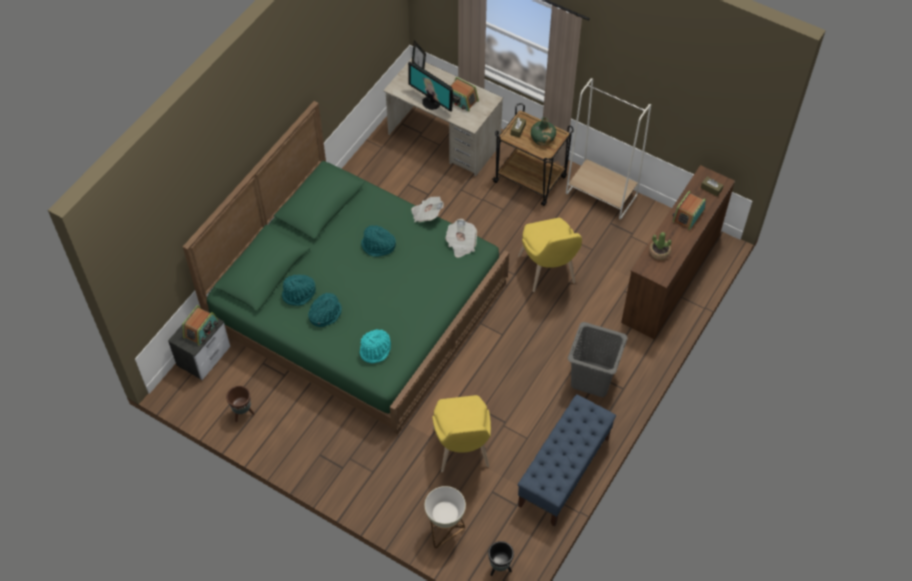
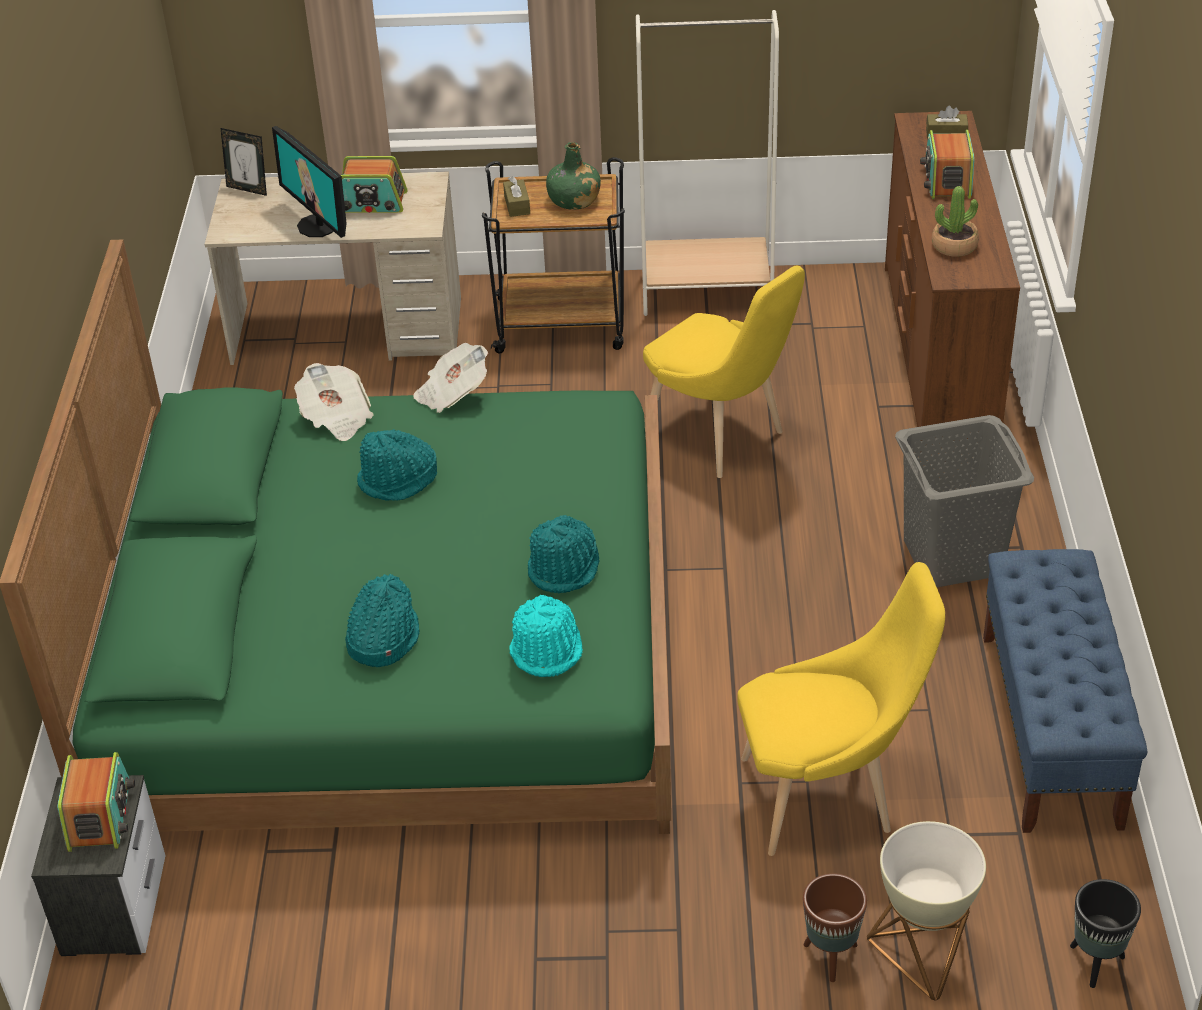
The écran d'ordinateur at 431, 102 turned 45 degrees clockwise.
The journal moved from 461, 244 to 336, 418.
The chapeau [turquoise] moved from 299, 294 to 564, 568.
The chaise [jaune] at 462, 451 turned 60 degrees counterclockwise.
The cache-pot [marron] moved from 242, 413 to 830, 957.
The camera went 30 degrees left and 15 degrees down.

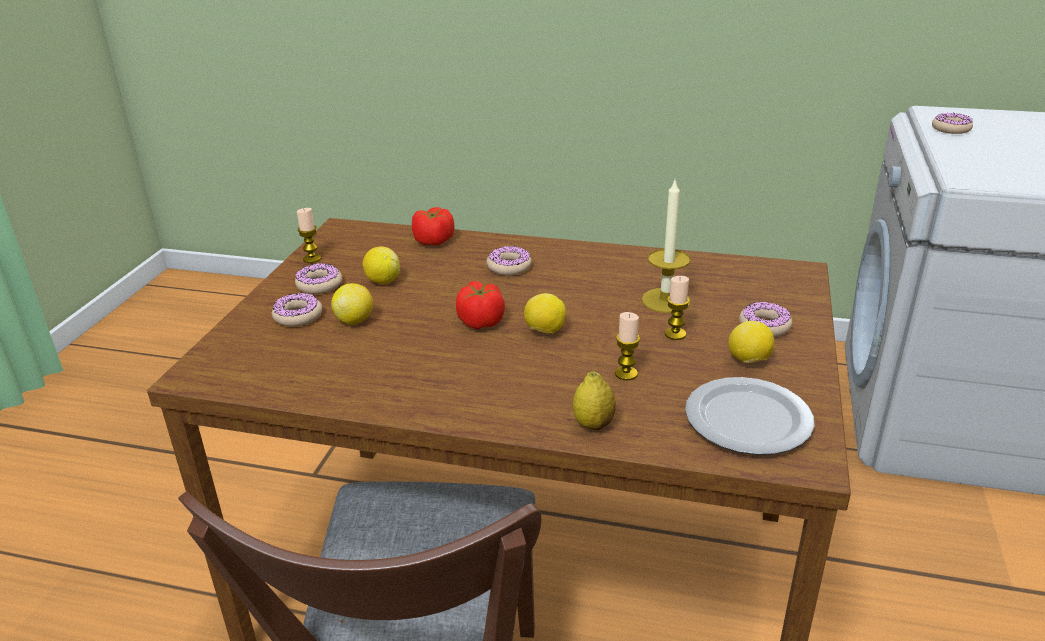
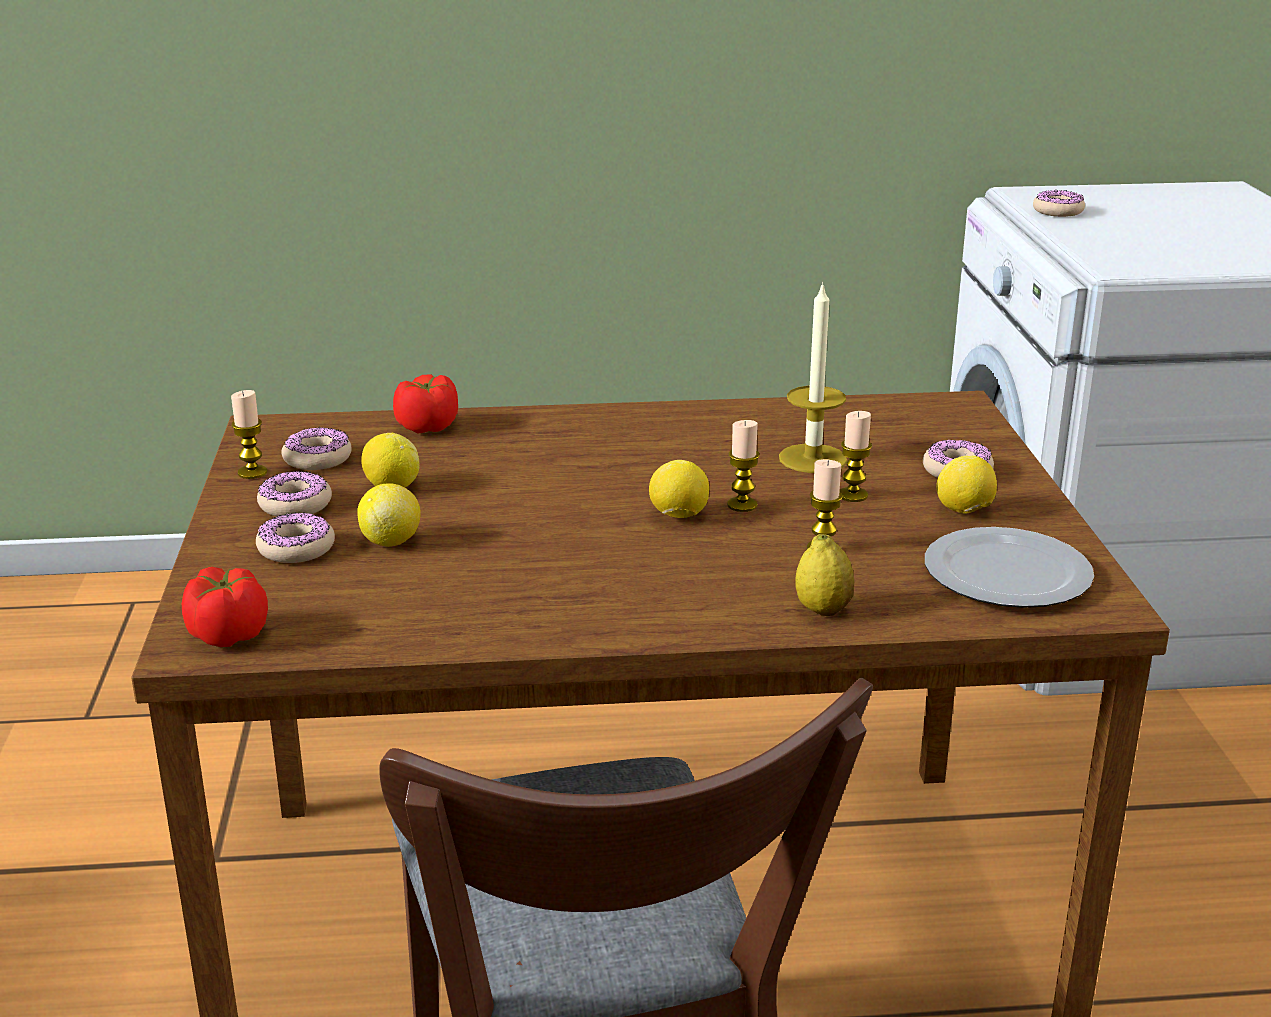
The tomate moved from 481, 321 to 228, 635.
The beignet moved from 509, 267 to 317, 459.
The bougie at 742, 505 appeared.
The camera went 20 degrees left and 5 degrees down.

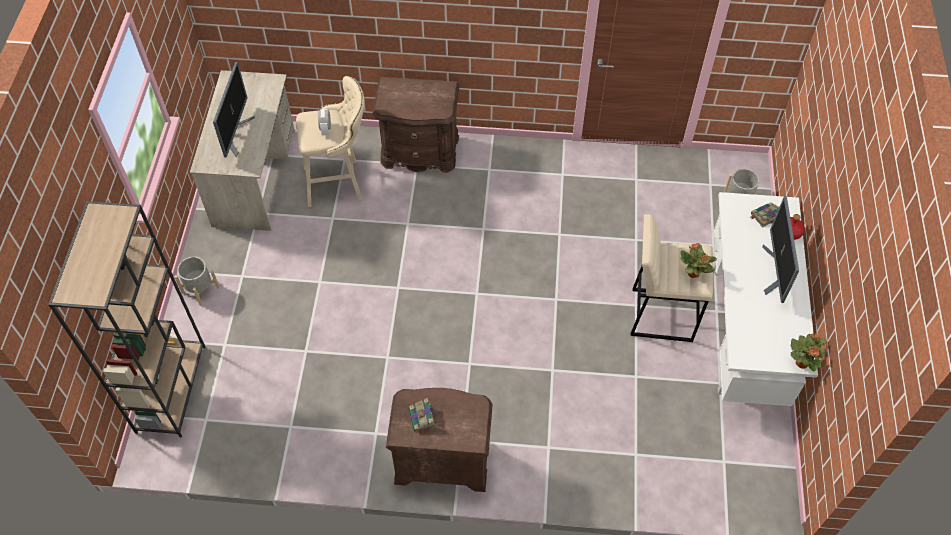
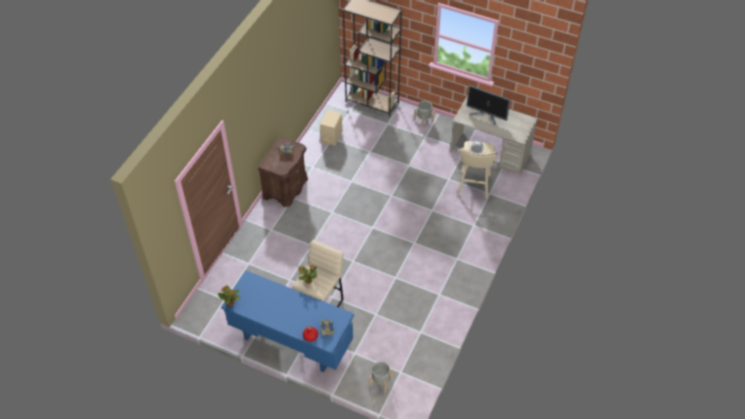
The bureau [blanc] at 743, 331 became the bureau [bleu] at 291, 342.
The enceinte [beige] at 331, 136 appeared.
The table de chevet [marron] at 420, 153 disappeared.
The écran d'ordinateur at 776, 272 disappeared.
The camera went 110 degrees right and 5 degrees down.

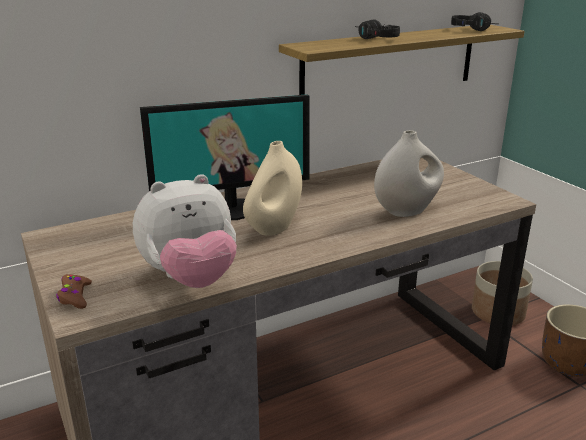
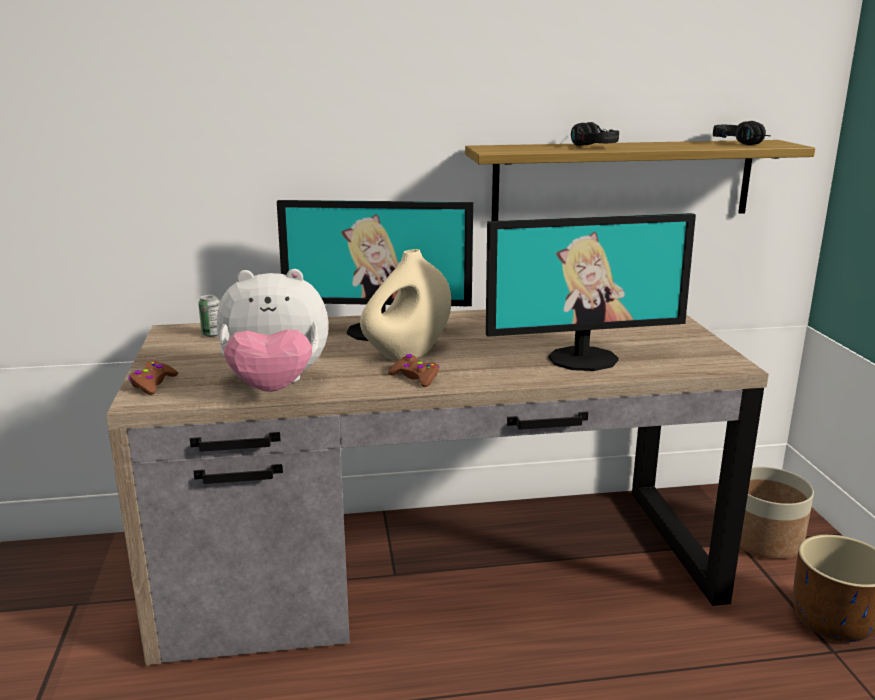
The boîte métallique at 212, 334 appeared.
The manette [marron] at 415, 377 appeared.
The vase [blanc] at 406, 210 was replaced by the écran d'ordinateur at 582, 358.
The camera went 20 degrees right and 5 degrees down.

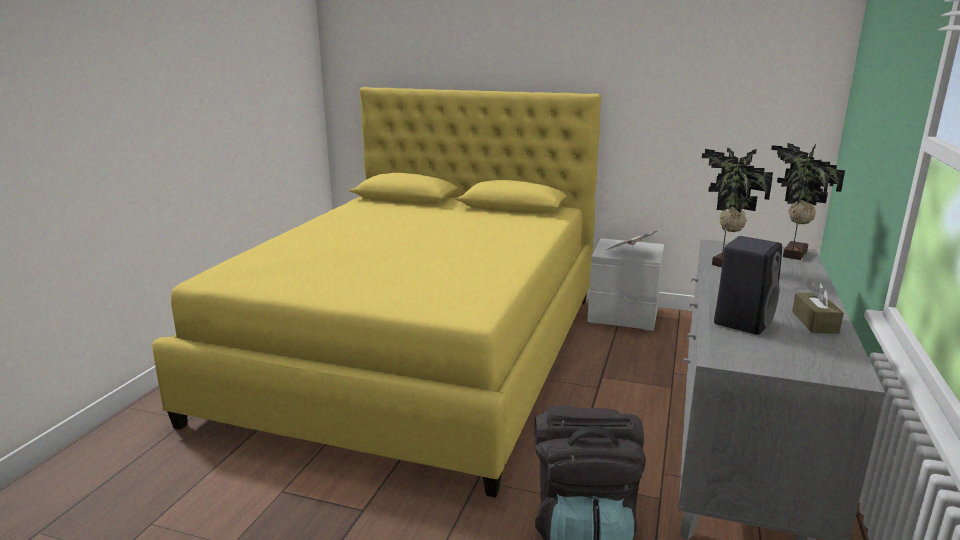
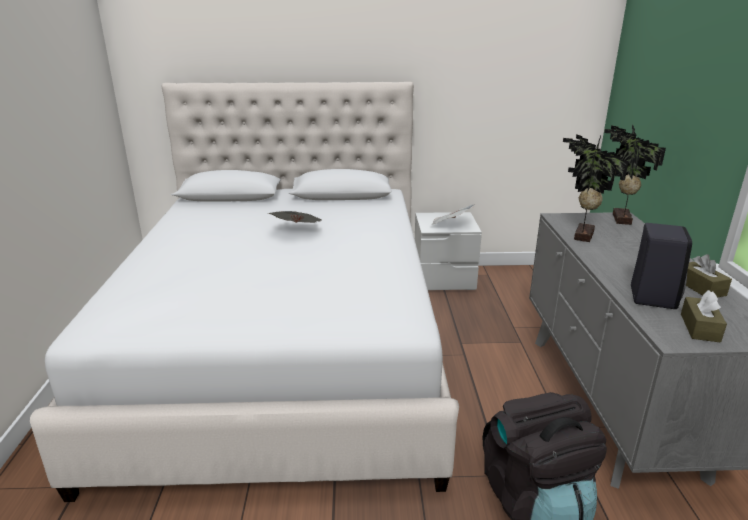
The lit [jaune] at 418, 353 became the lit [blanc] at 285, 351.
The journal at 298, 231 appeared.
The boîte à mouchoirs [marron] at 700, 328 appeared.
The camera went 20 degrees left and 5 degrees up.

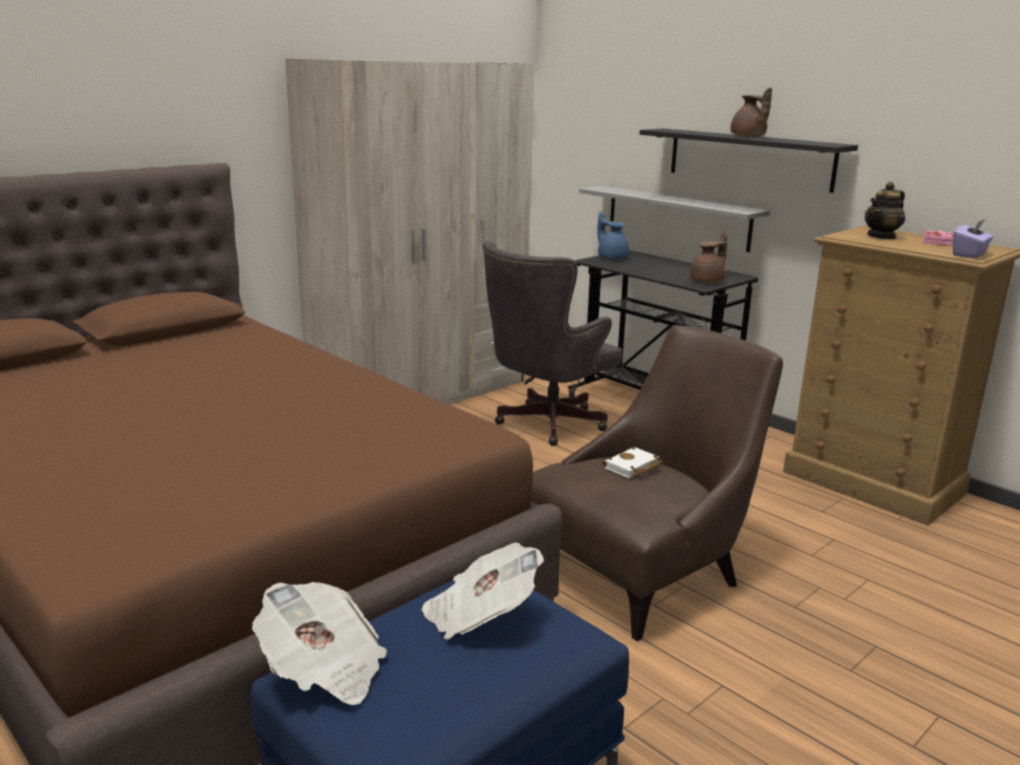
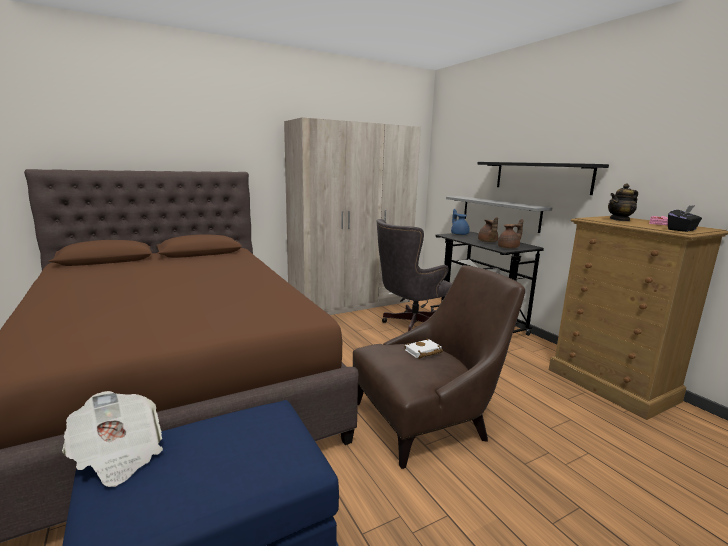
The théière [marron] moved from 748, 137 to 487, 242.
The boîte à mouchoirs [violet] at 969, 254 became the boîte à mouchoirs [noir] at 682, 230.
The journal at 480, 615 disappeared.
The camera went 15 degrees right and 5 degrees down.

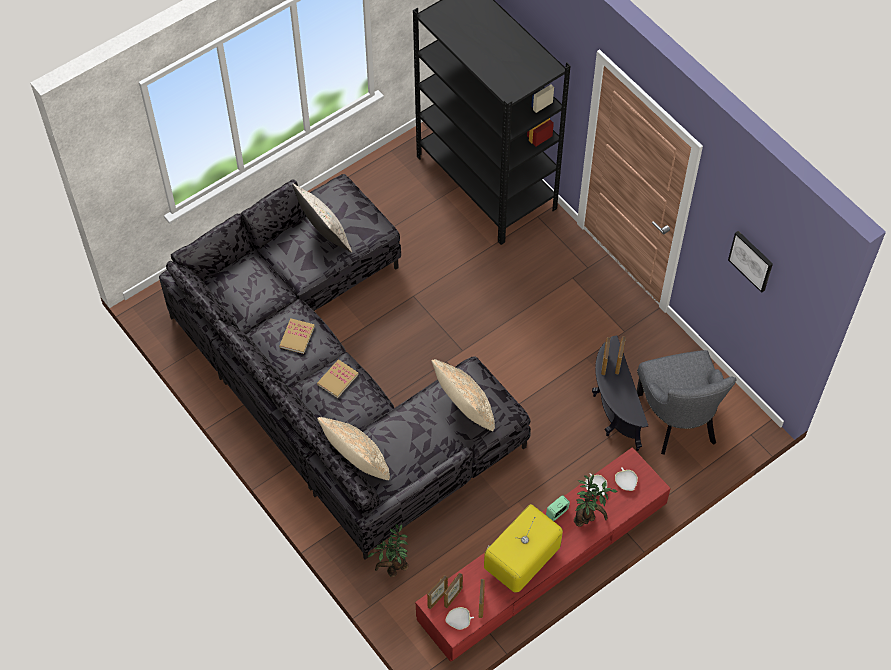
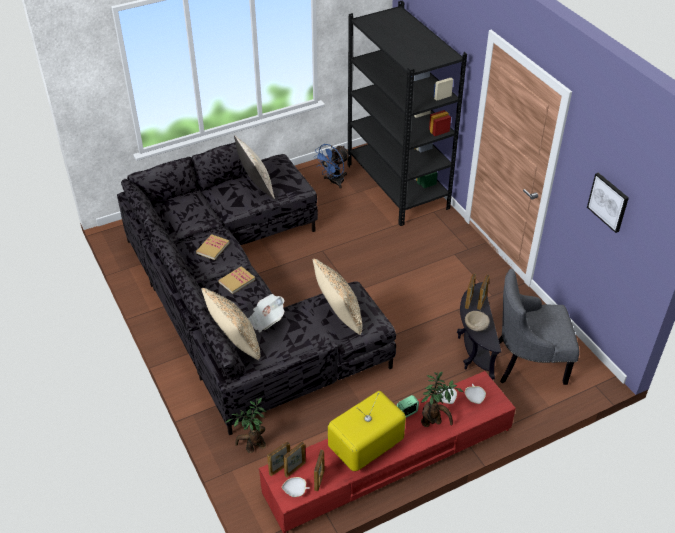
The journal at 265, 320 appeared.
The ventilateur [bleu] at 333, 182 appeared.
The bol [beige] at 476, 327 appeared.
The fauteuil [gris] at 677, 416 turned 90 degrees clockwise.
The camera went 10 degrees right and 15 degrees down.

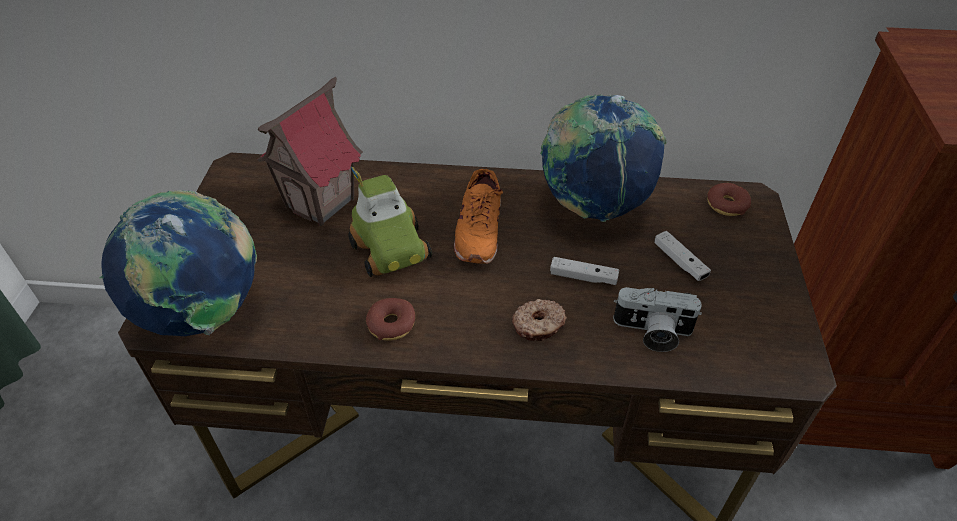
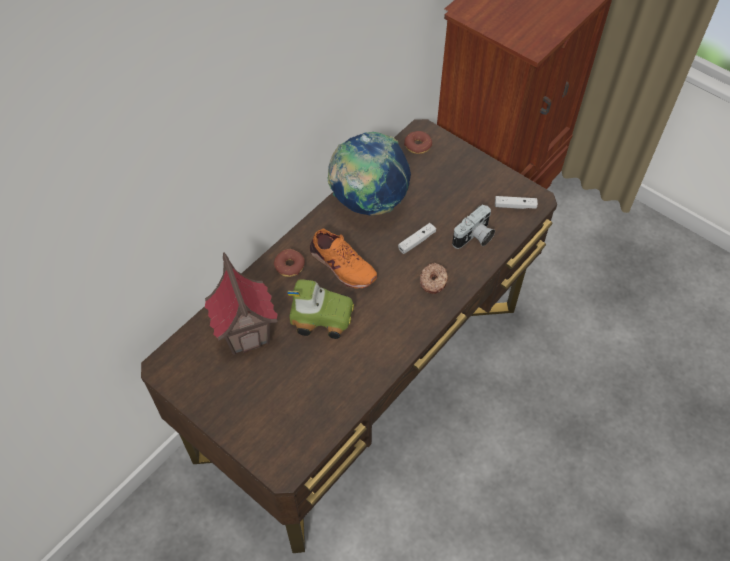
The beignet moved from 391, 324 to 289, 266.
The manette [blanc] moved from 680, 261 to 515, 206.
The globe at 204, 313 disappeared.
The camera went 55 degrees left and 10 degrees up.

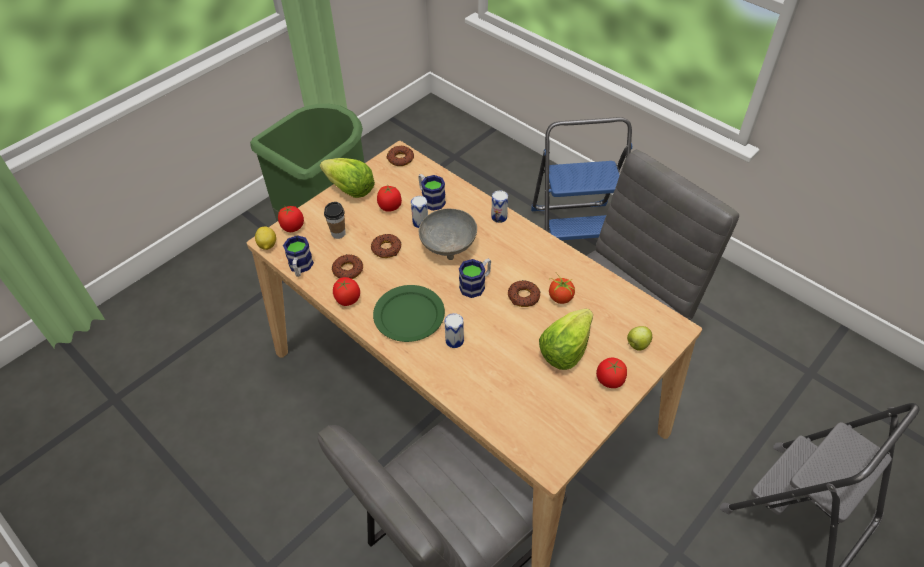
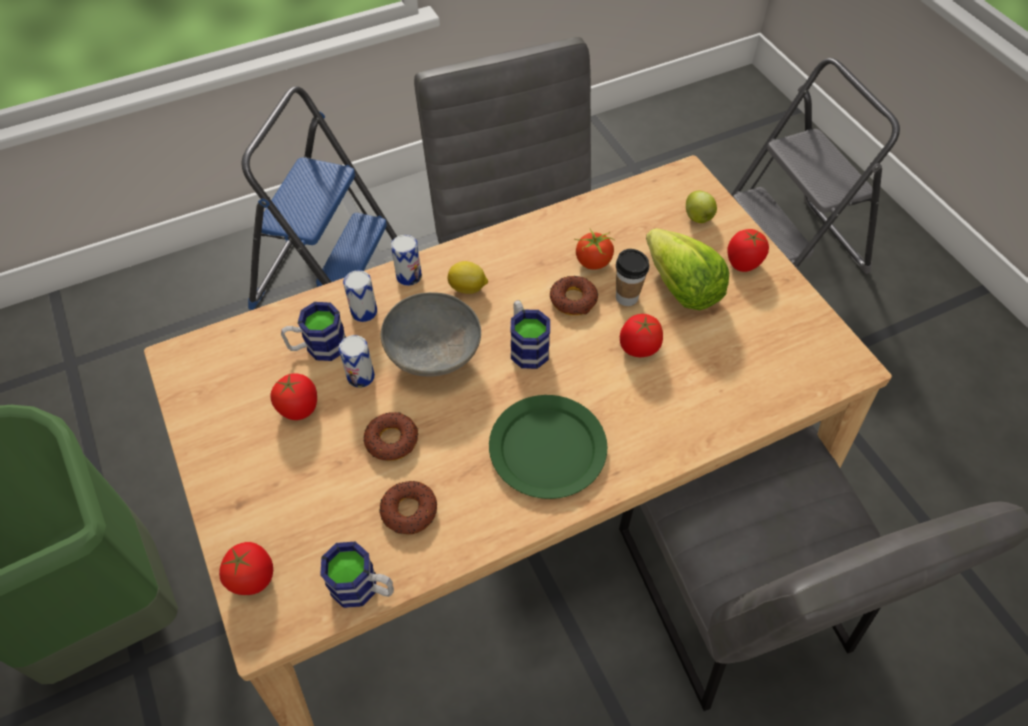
The boîte métallique moved from 454, 340 to 364, 312.
The citron moved from 267, 245 to 468, 288.
The tasse moved from 338, 233 to 626, 297.
The tomate moved from 347, 299 to 638, 348.
The laitue at 349, 189 disappeared.
The beignet at 400, 159 disappeared.
The camera went 70 degrees left and 5 degrees up.

